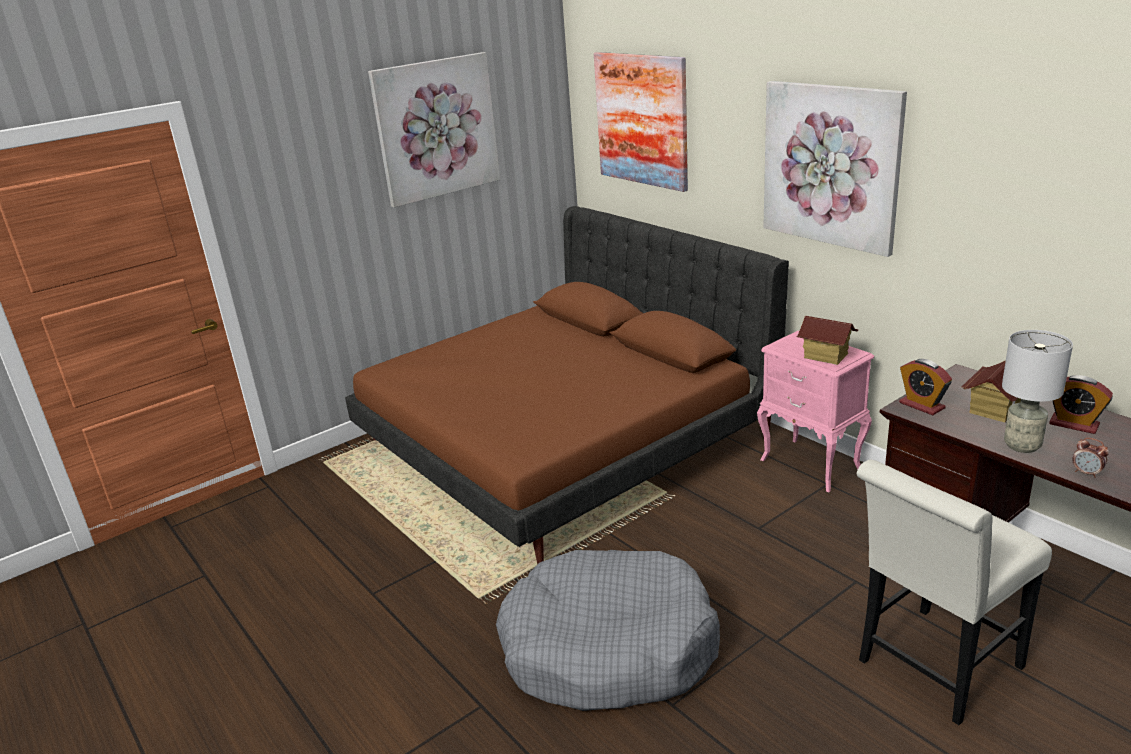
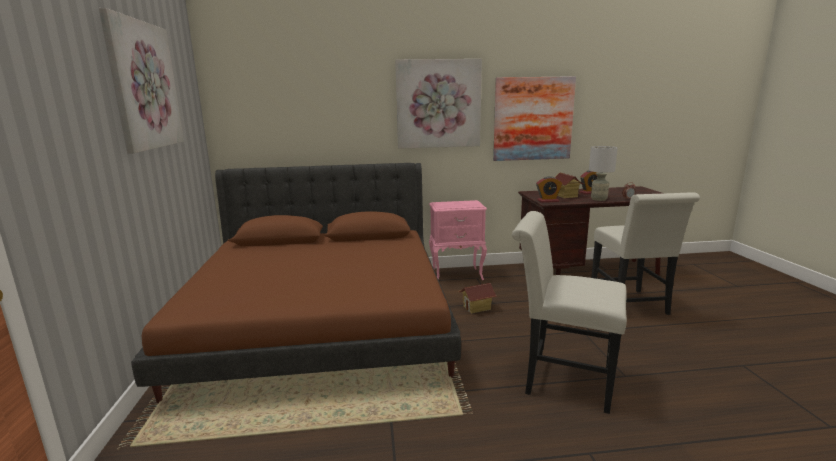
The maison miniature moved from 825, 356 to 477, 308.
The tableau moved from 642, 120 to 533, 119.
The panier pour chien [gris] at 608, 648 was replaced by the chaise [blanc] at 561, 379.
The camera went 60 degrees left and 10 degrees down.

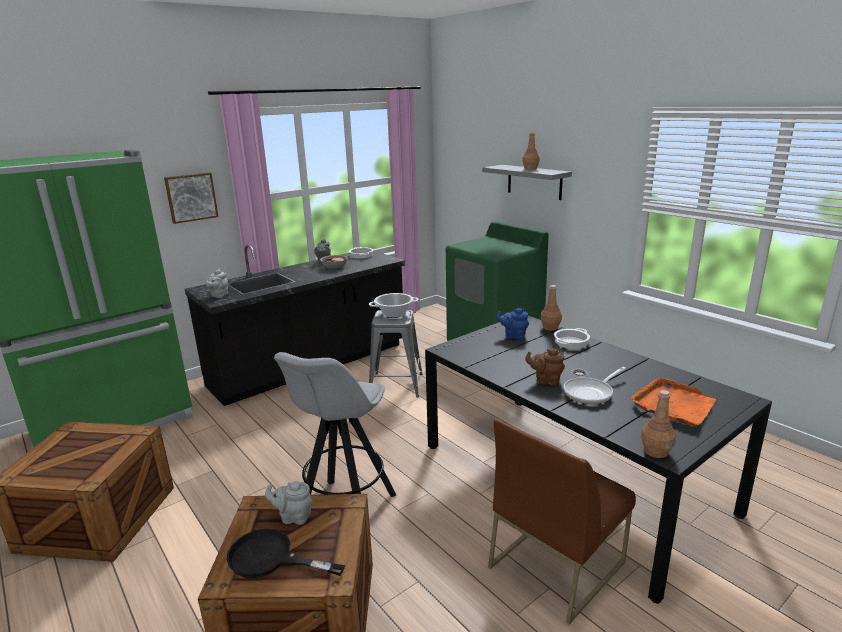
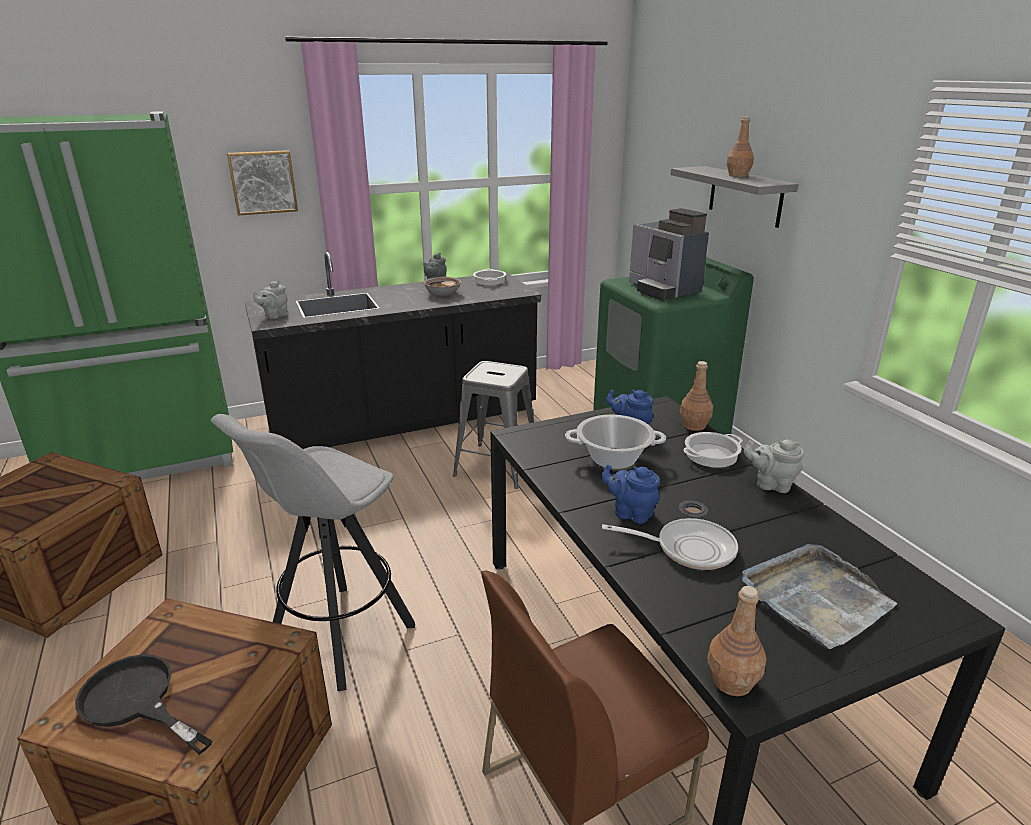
The marmite moved from 394, 314 to 613, 458.
The théière [marron] at 545, 380 became the théière [bleu] at 630, 513.
The poêle at 591, 393 turned 150 degrees counterclockwise.
The machine à café at 663, 290 appeared.
The plateau [orange] at 673, 405 became the plateau [gris] at 815, 598.
The théière [gris] moved from 293, 517 to 771, 484.
The camera went 15 degrees right and 5 degrees up.

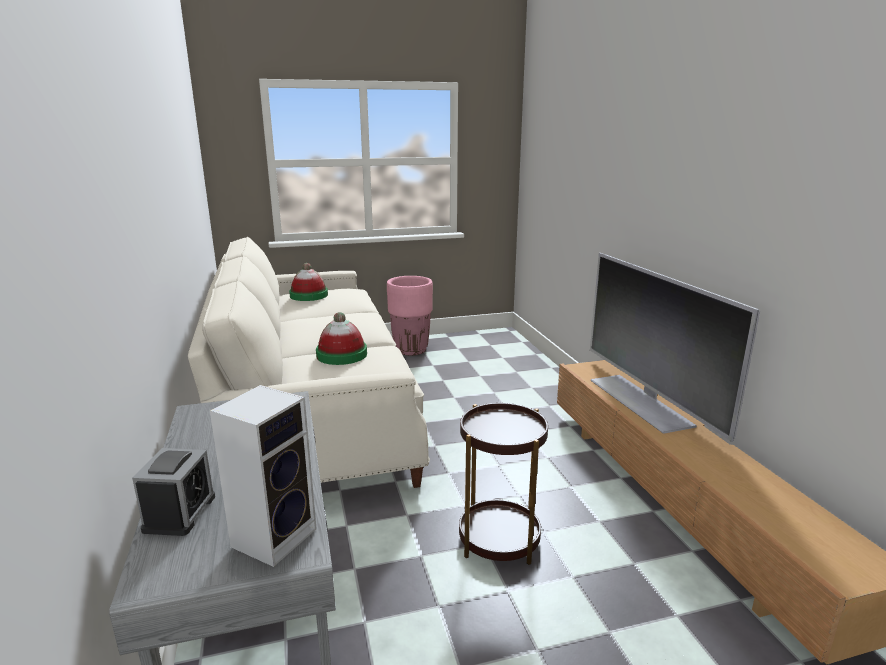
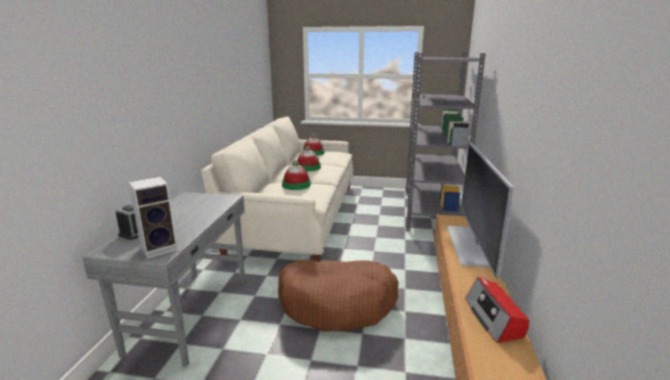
The table d'appoint [marron] at 499, 539 was replaced by the panier pour chien [marron] at 338, 303.
The chapeau at 308, 167 appeared.
The bibliothèque [gris] at 430, 212 appeared.
The radio at 494, 318 appeared.
The cache-pot [rose] at 411, 350 disappeared.
The camera went 25 degrees right and 0 degrees up.

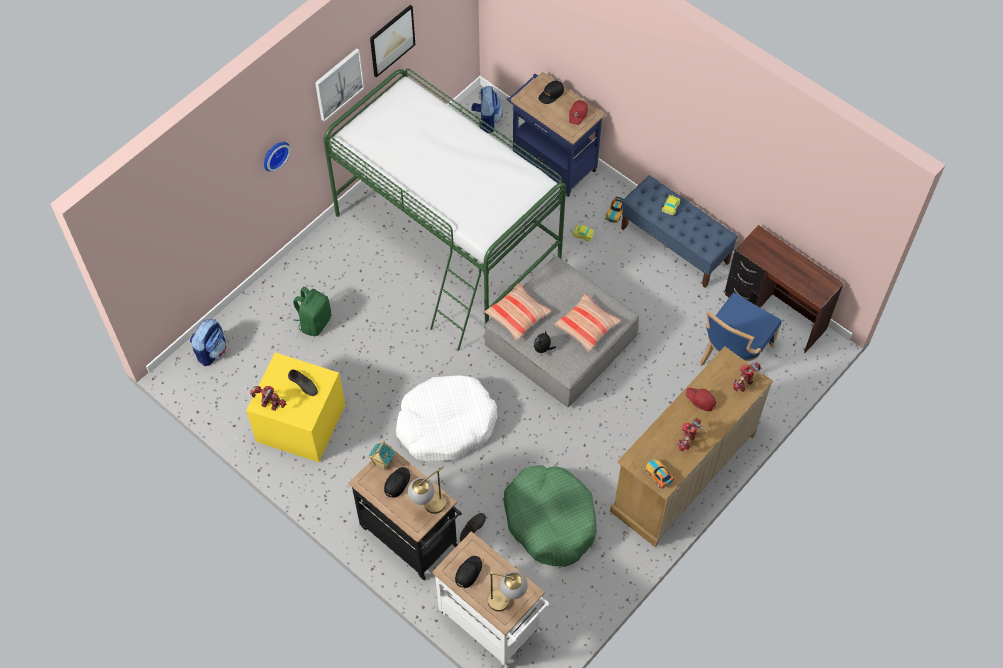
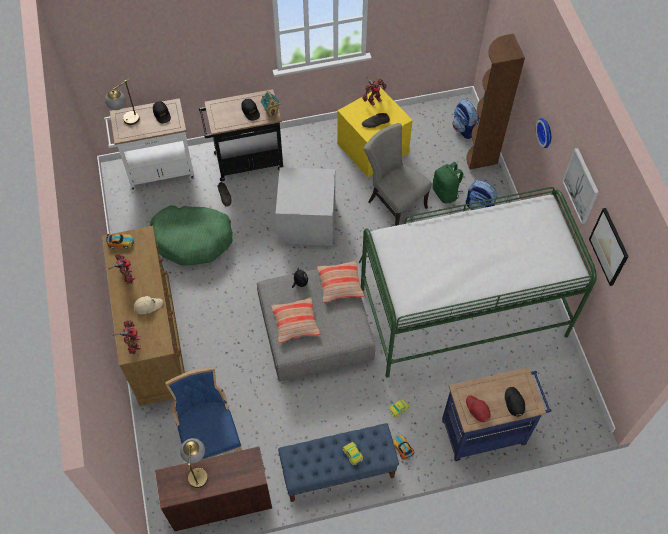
The casquette [rouge] at 701, 400 became the casquette [beige] at 147, 306.
The lampe de table moved from 428, 508 to 198, 471.
The panier pour chien [blanc] at 445, 424 was replaced by the boîte de rangement [gris] at 308, 222.
The chaise [gris] at 394, 203 appeared.
The bibliothèque [marron] at 479, 158 appeared.
The sac à dos moved from 487, 120 to 479, 207.
The camera went 125 degrees right and 0 degrees up.

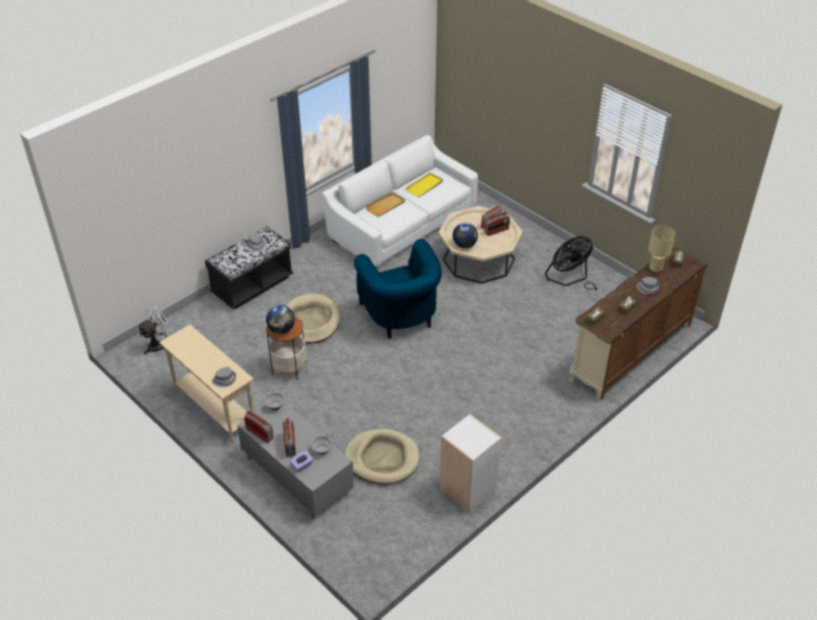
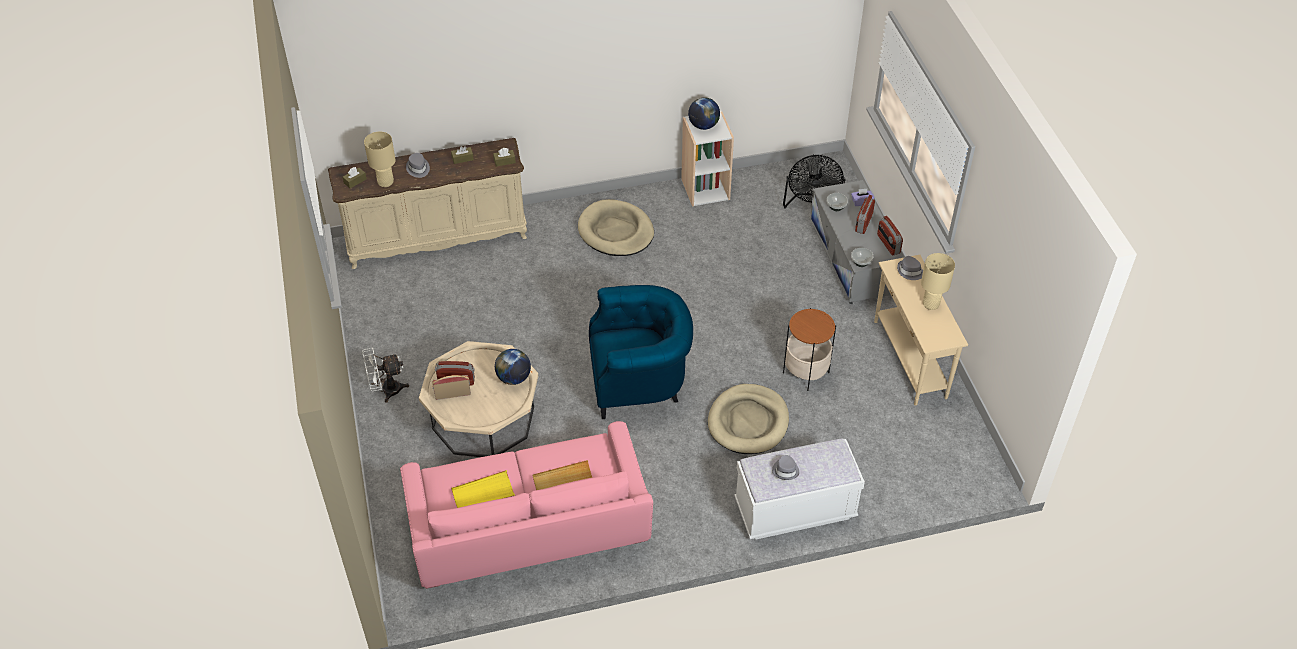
The ventilateur [blanc] moved from 159, 345 to 386, 390.
The canapé [blanc] at 402, 222 became the canapé [rose] at 528, 526.
The panier pour chien [beige] moved from 382, 459 to 616, 231.
The fauteuil [bleu] at 400, 316 turned 75 degrees clockwise.
The globe moved from 281, 329 to 703, 125.
The banc [noir] at 252, 285 became the banc [blanc] at 795, 510.
The ventilateur [noir] moved from 573, 278 to 810, 200.
The lampe de table [beige] at 930, 305 appeared.
The camera went 150 degrees left and 5 degrees up.

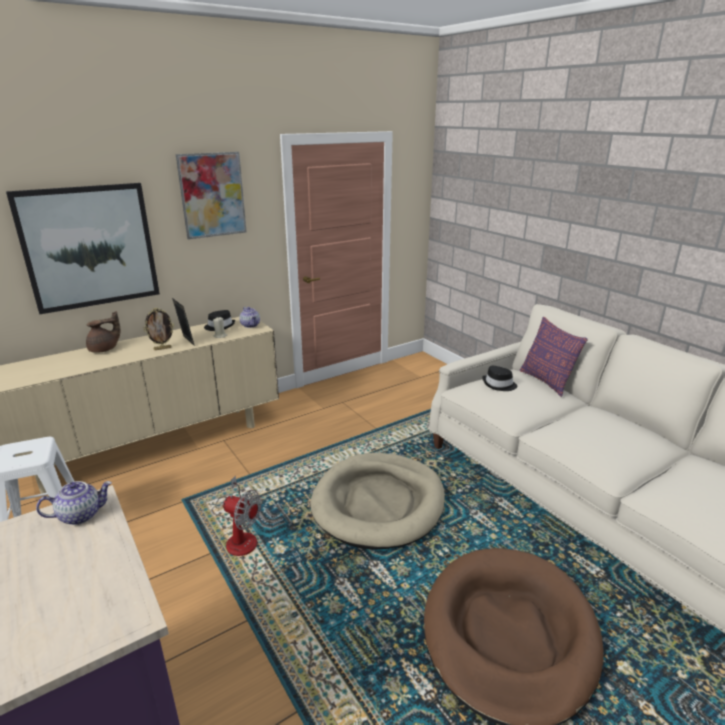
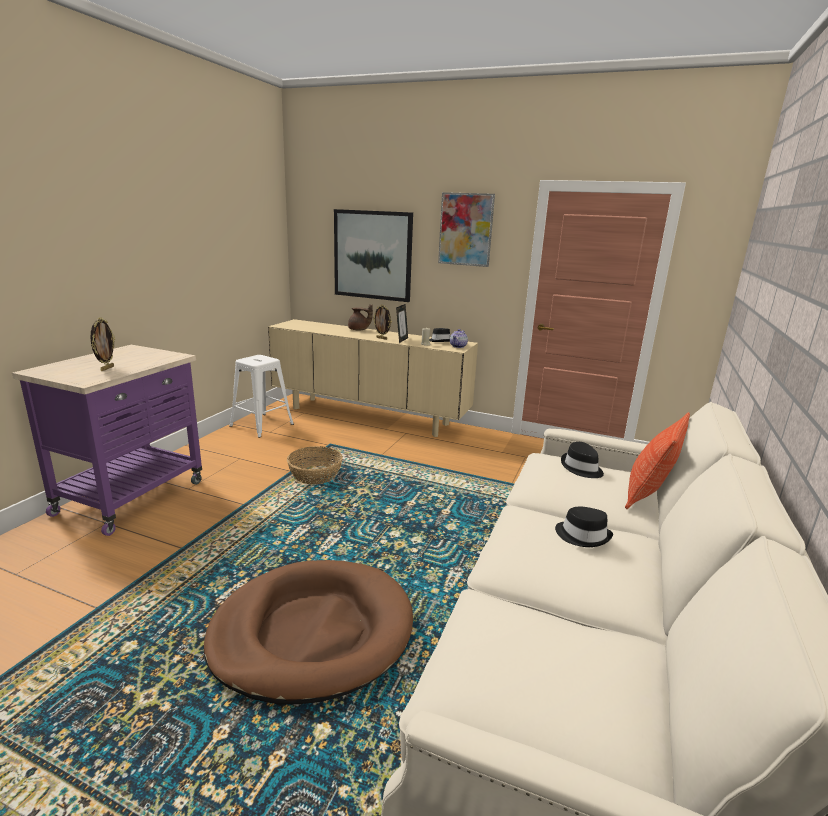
The cadre photo at 107, 368 appeared.
The ventilateur at 241, 537 was replaced by the panier at 315, 475.
The chapeau [noir] at 583, 535 appeared.
The coussin [violet] at 546, 382 became the coussin [orange] at 648, 496.
The théière at 81, 515 disappeared.
The panier pour chien [beige] at 378, 503 disappeared.
The camera went 55 degrees right and 5 degrees down.

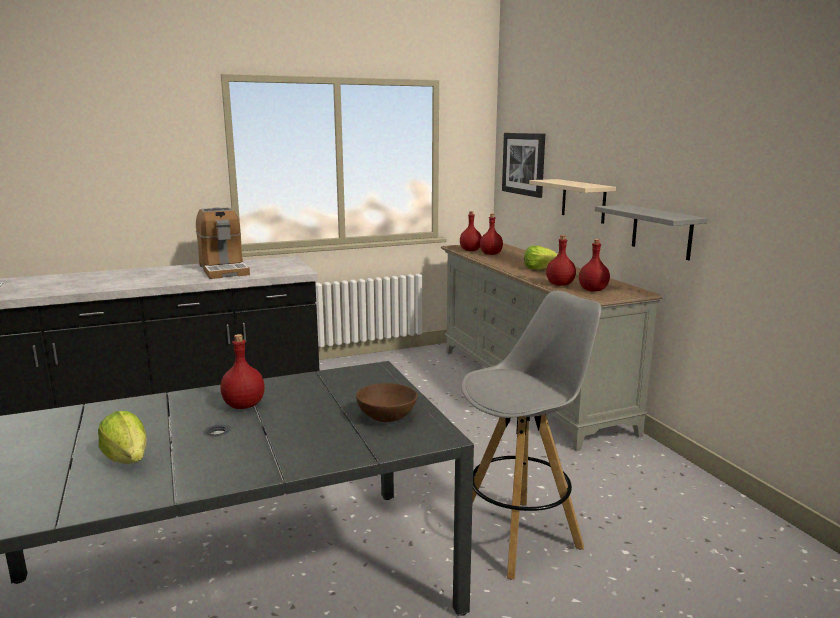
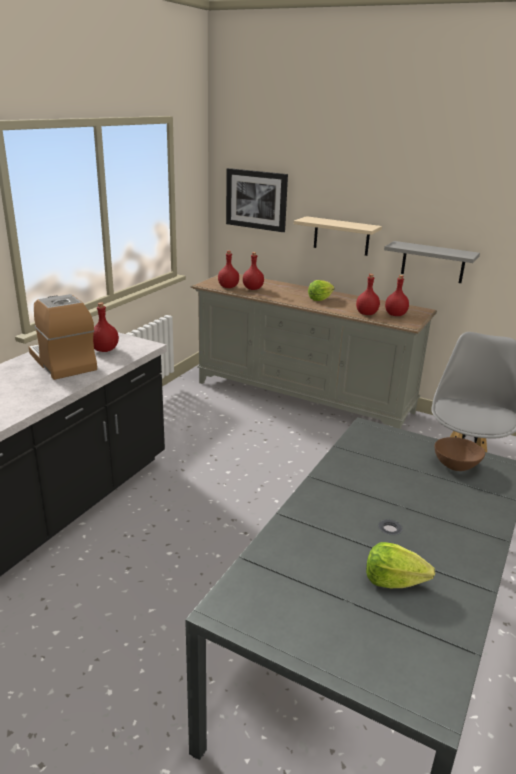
The machine à café at 223, 270 turned 150 degrees counterclockwise.
The bouteille [rouge] moved from 244, 405 to 104, 349.
The camera went 40 degrees left and 10 degrees up.

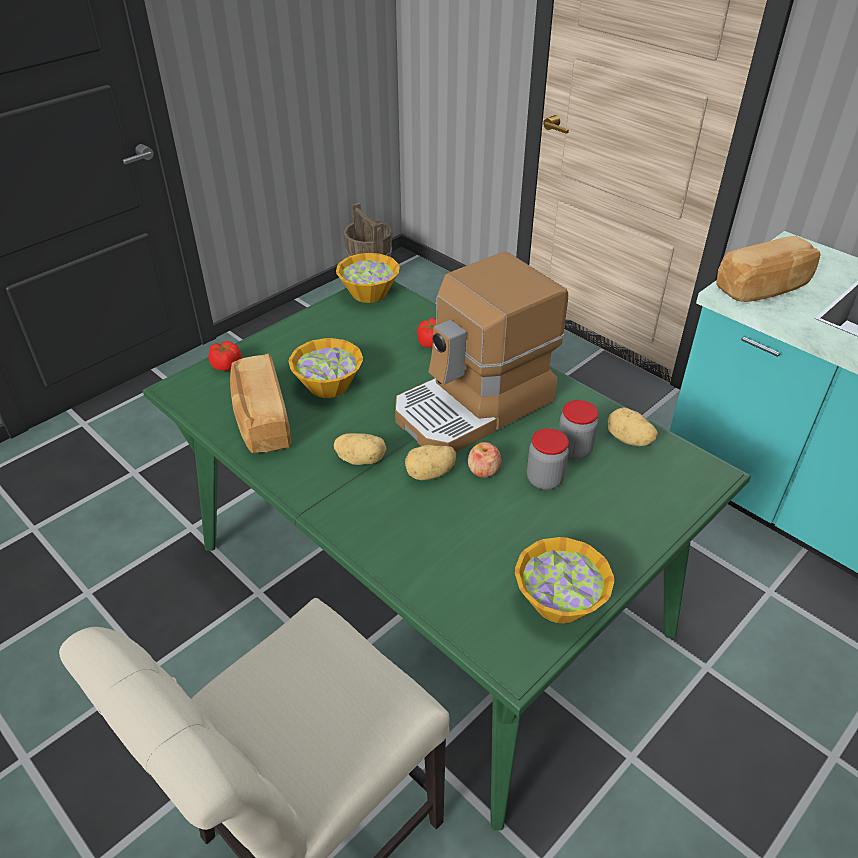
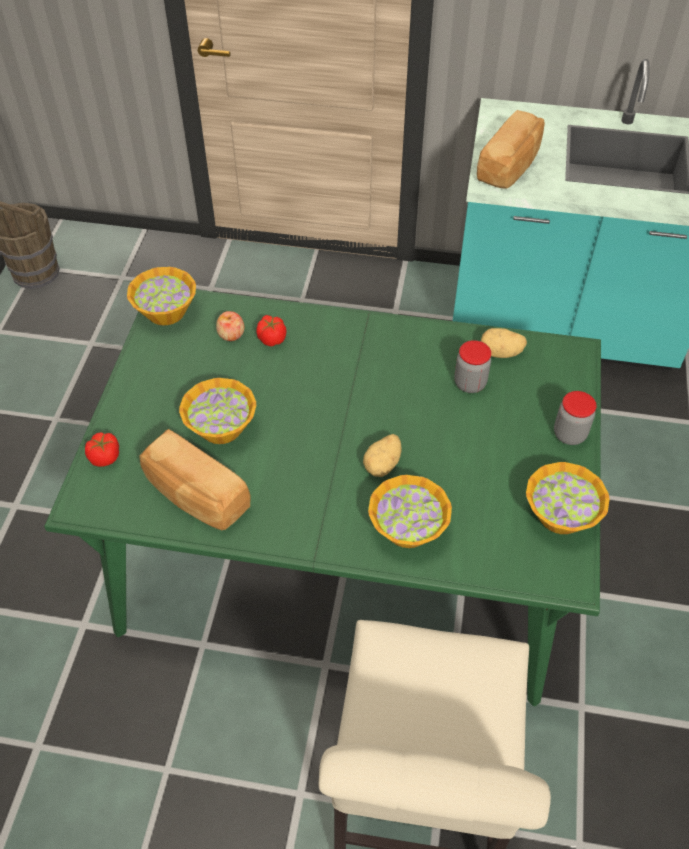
The pomme moved from 483, 470 to 231, 334.
The bol at 407, 529 appeared.
The bocal moved from 544, 479 to 569, 434.
The pomme de terre at 361, 459 disappeared.
The machine à café at 474, 407 disappeared.
The camera went 35 degrees left and 10 degrees up.

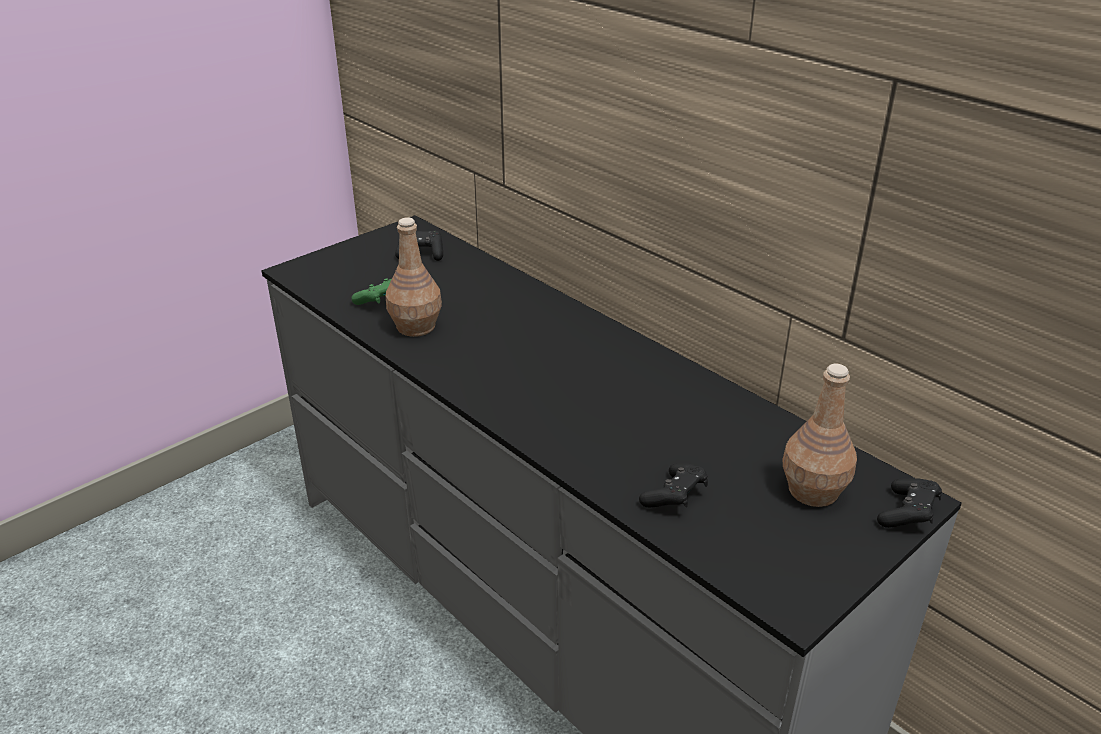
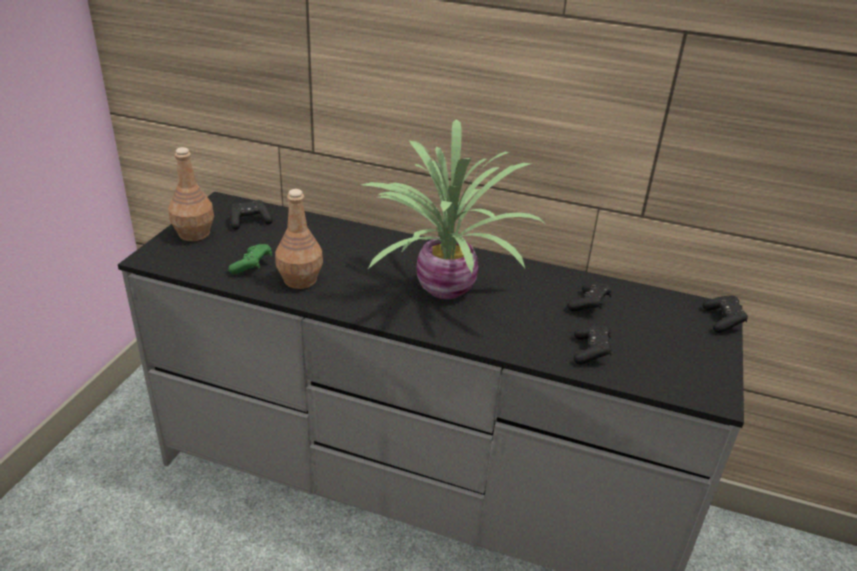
The bouteille [marron] moved from 814, 491 to 195, 233.
The plante en pot at 442, 289 appeared.
The manette [noir] at 589, 305 appeared.
The camera went 30 degrees left and 0 degrees up.

